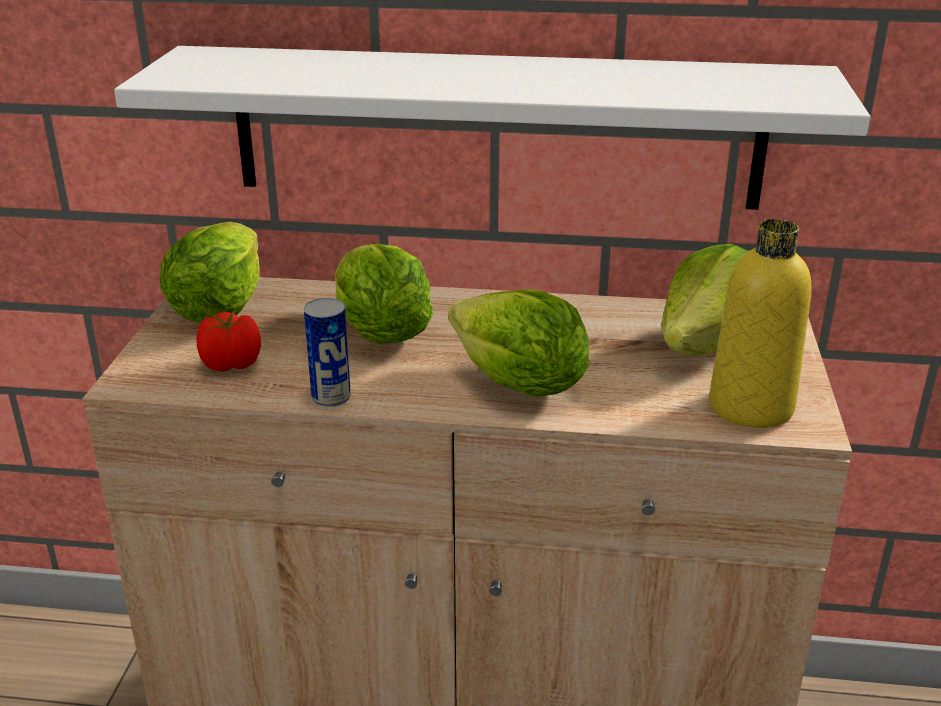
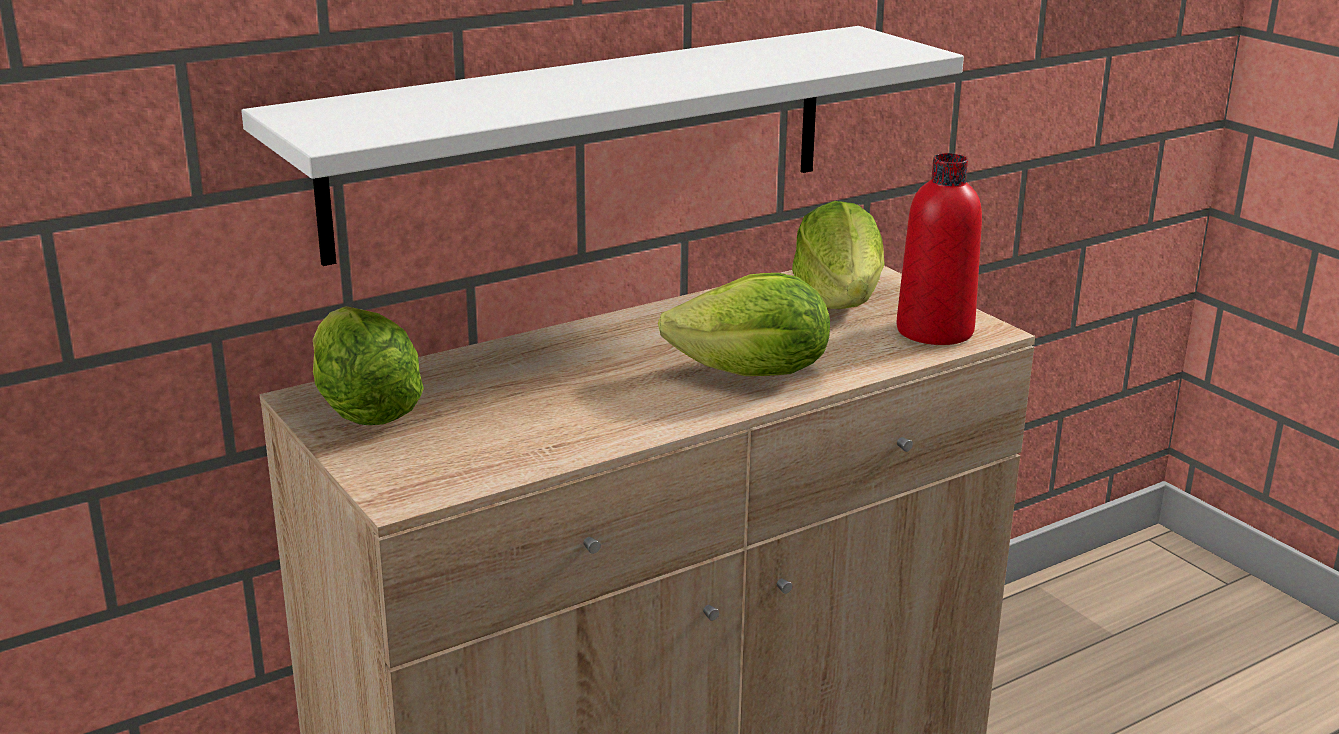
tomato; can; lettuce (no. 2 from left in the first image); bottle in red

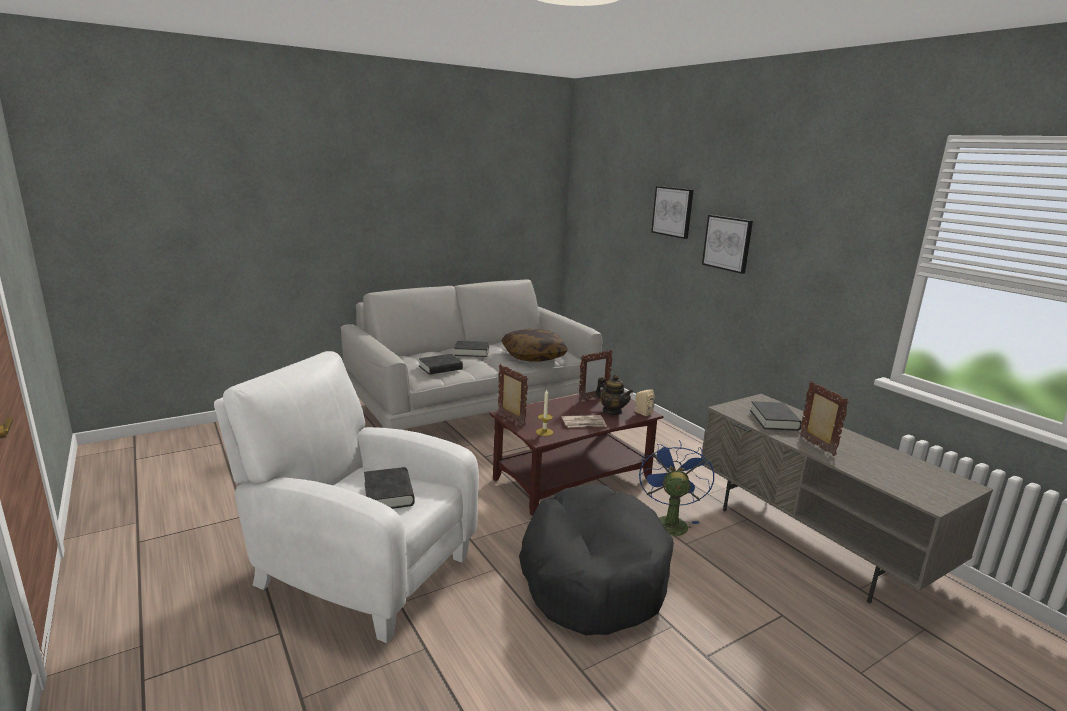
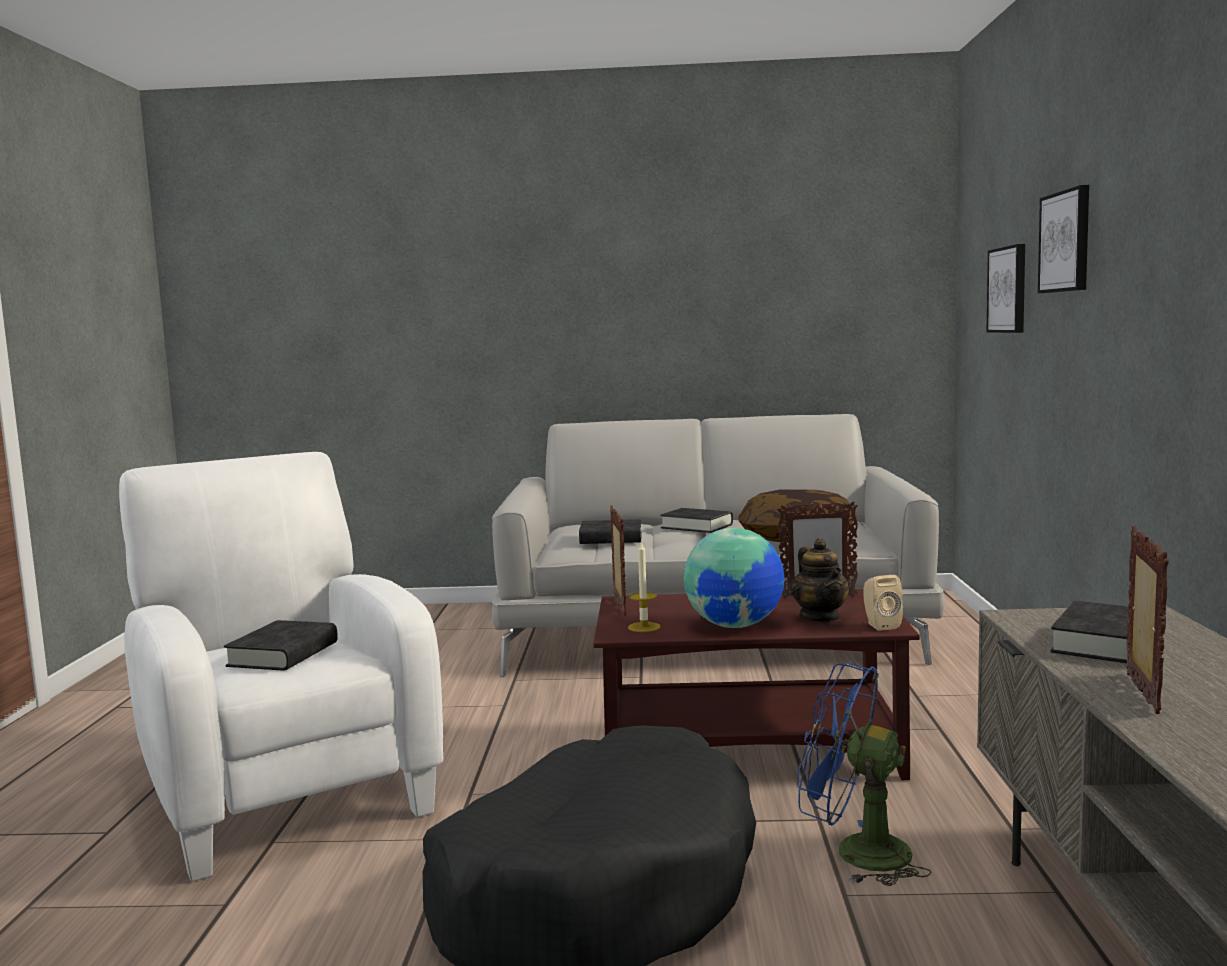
picture (no. 1 from left); globe; fan in blue

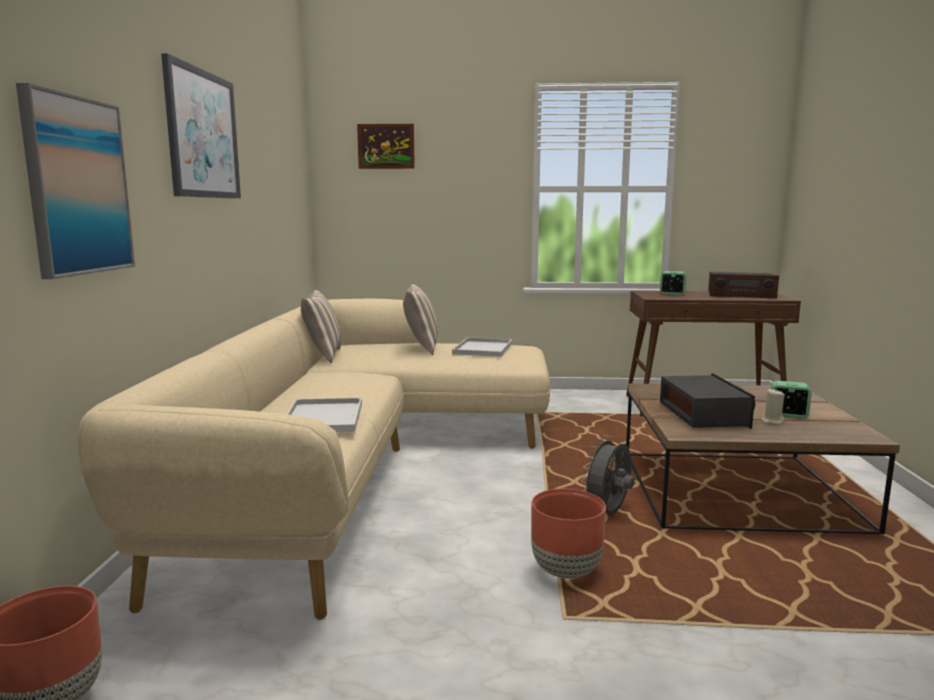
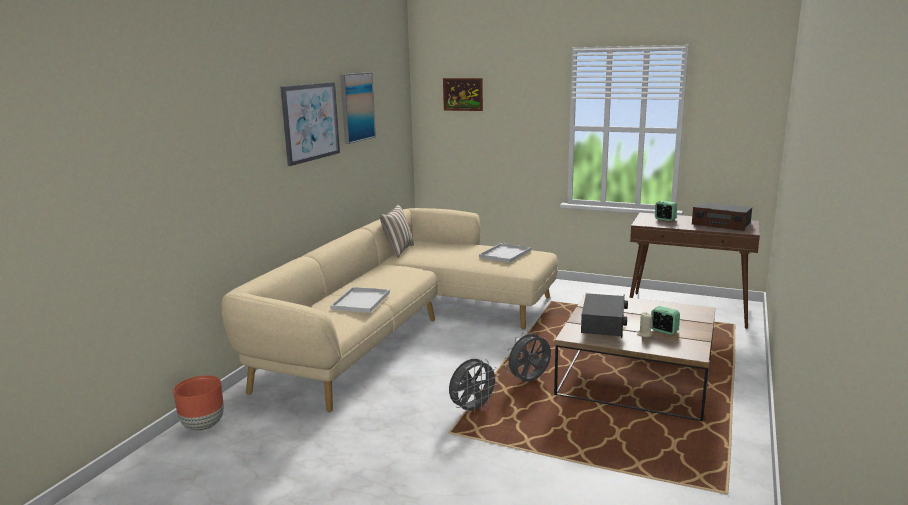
pillow (no. 2 from left in the first image); picture (no. 2 from left); fan in grey (no. 1 from left)

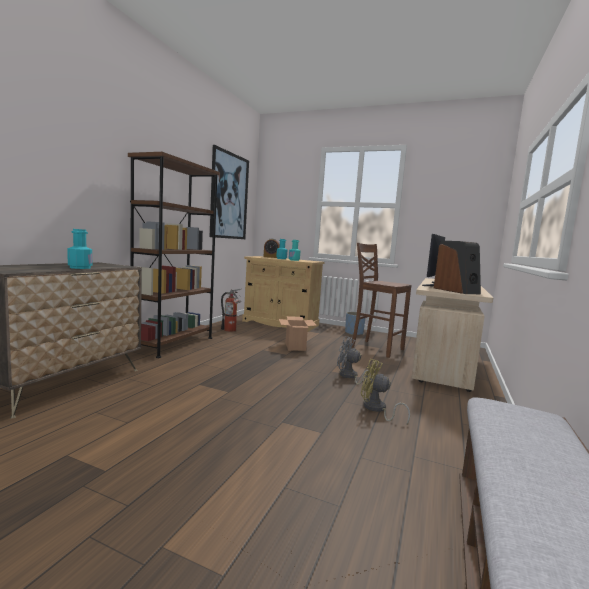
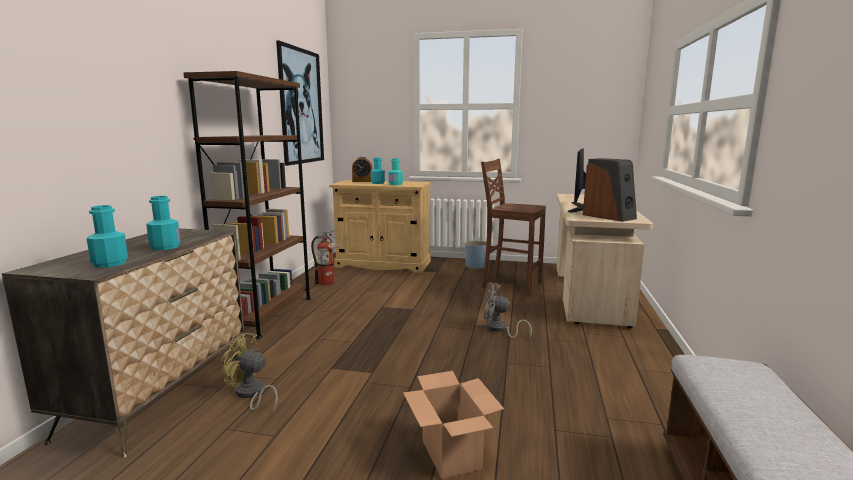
bottle in turquoise (no. 1 from left); cardboard box; fan in yellow

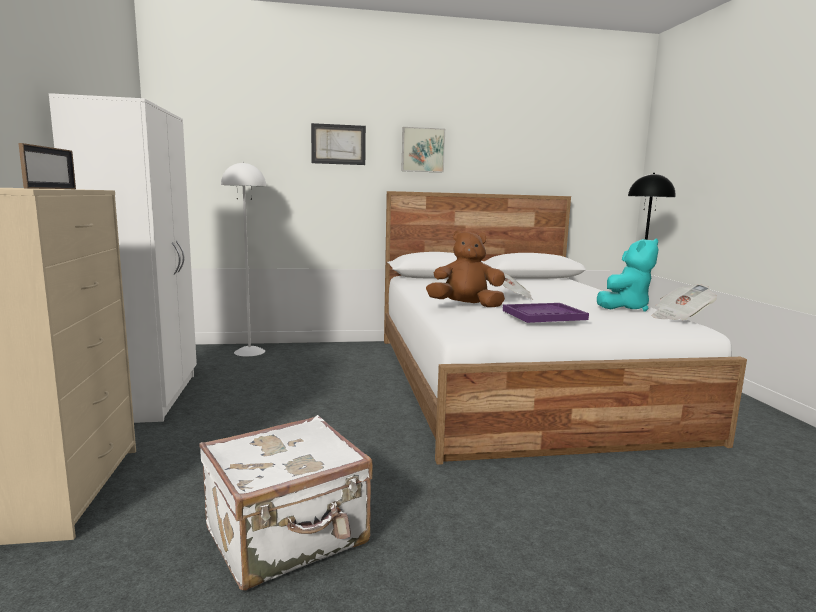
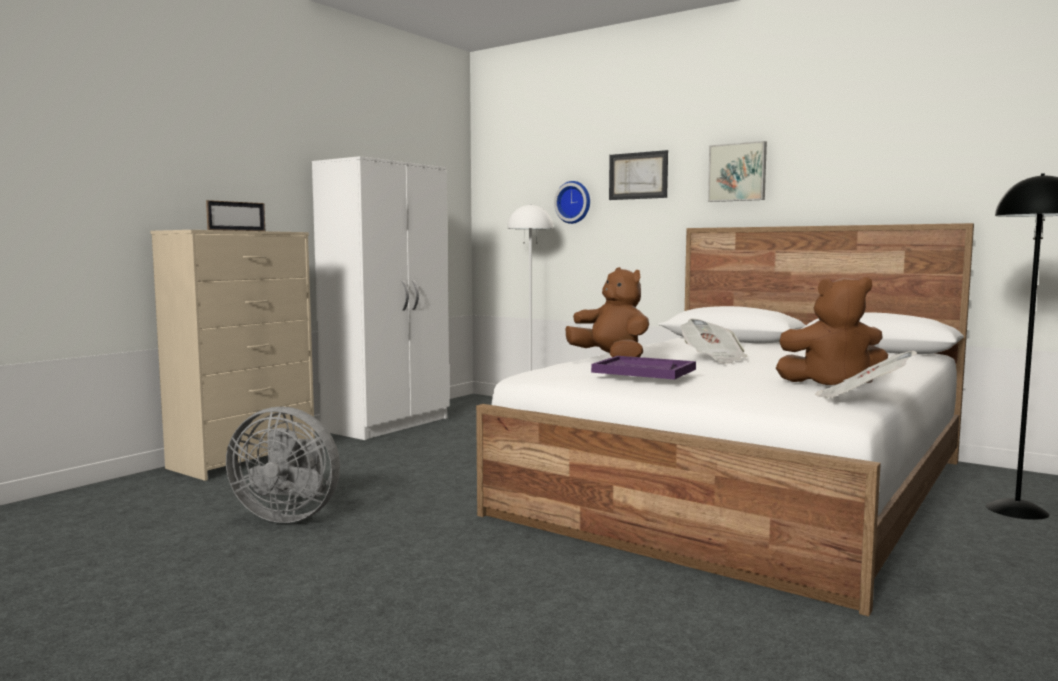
wall clock; fan in grey; plush toy in brown (no. 2 from left)

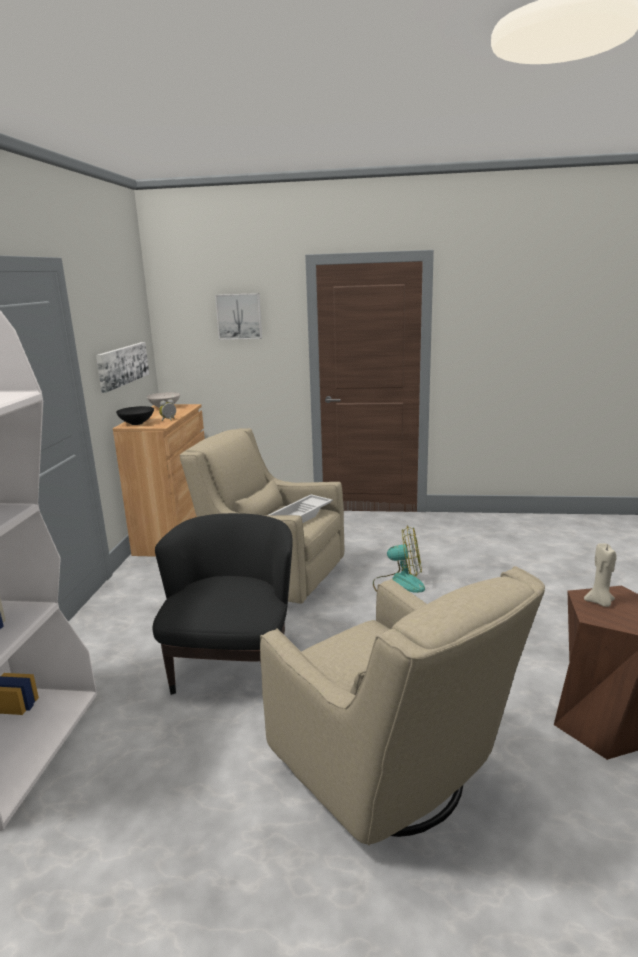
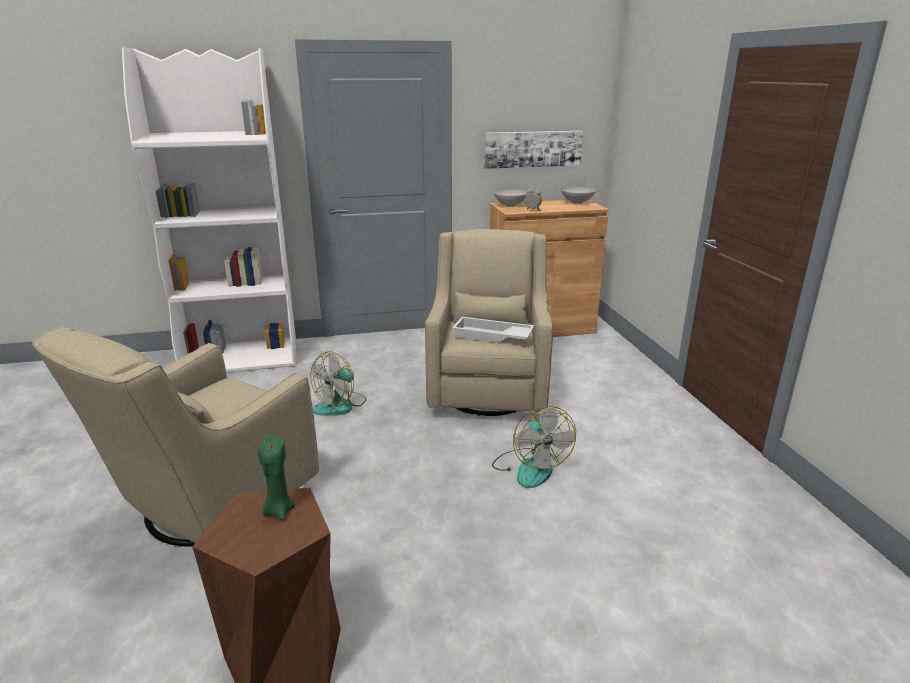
picture (no. 2 from left in the first image); fan (no. 1 from left); bowl in white (no. 1 from left); candle in green

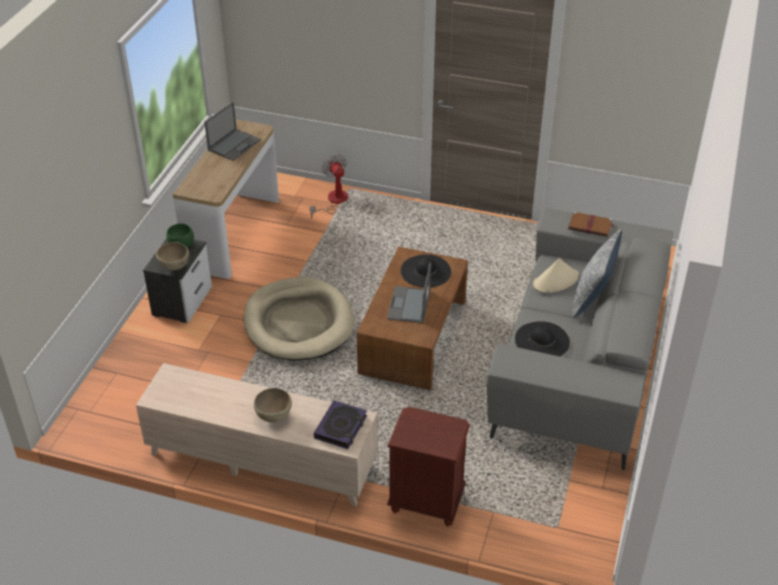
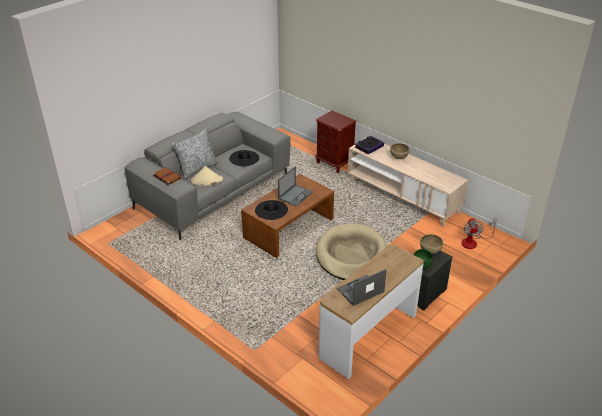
fan

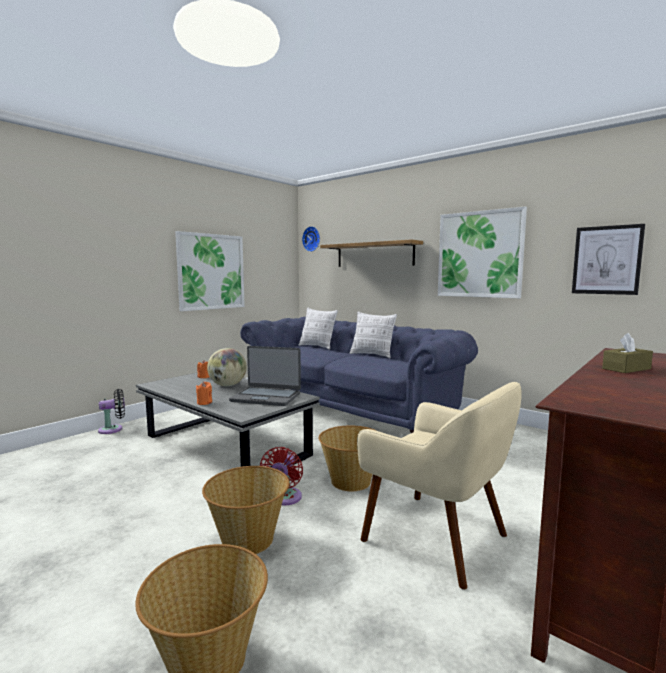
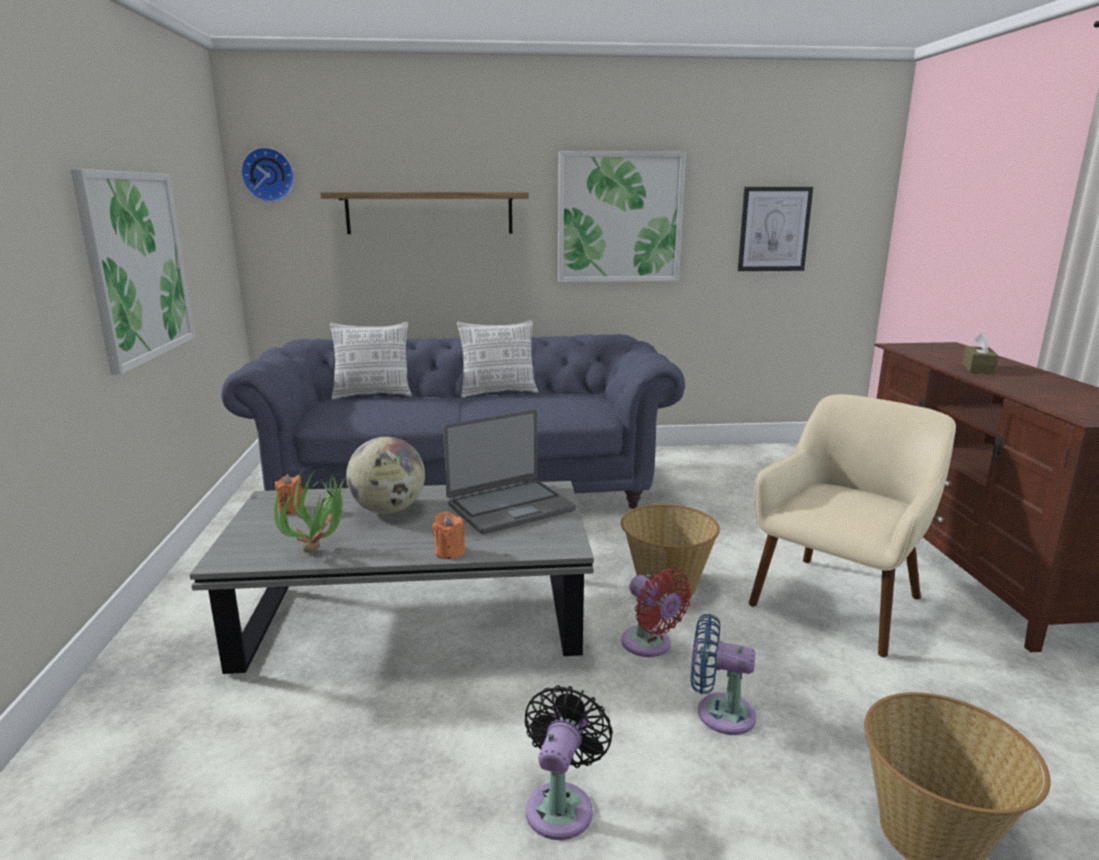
potted plant; fan in black; fan in blue; armchair in beige

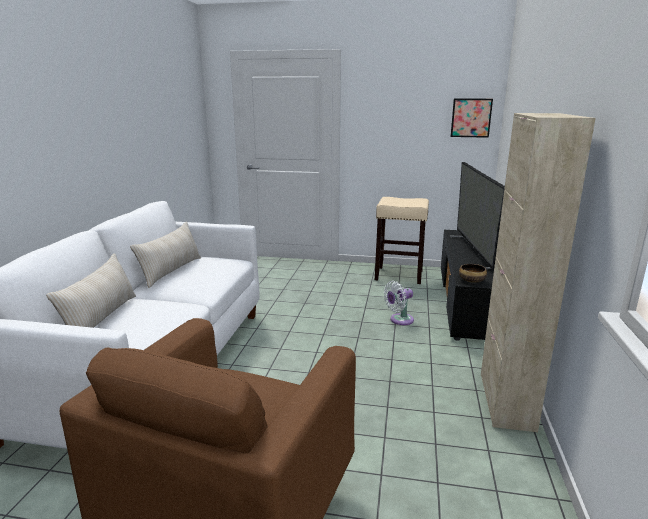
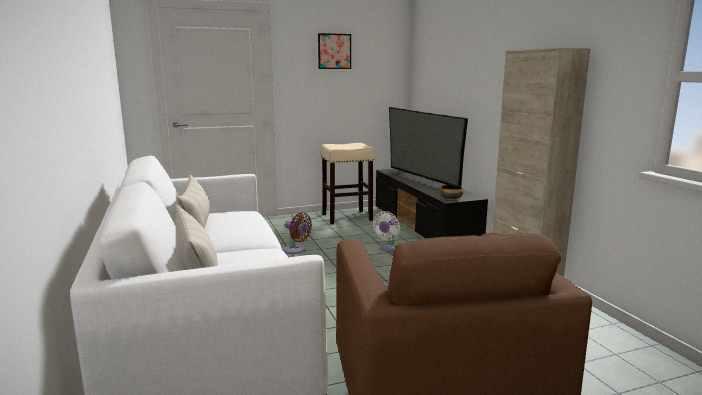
fan in brown; picture

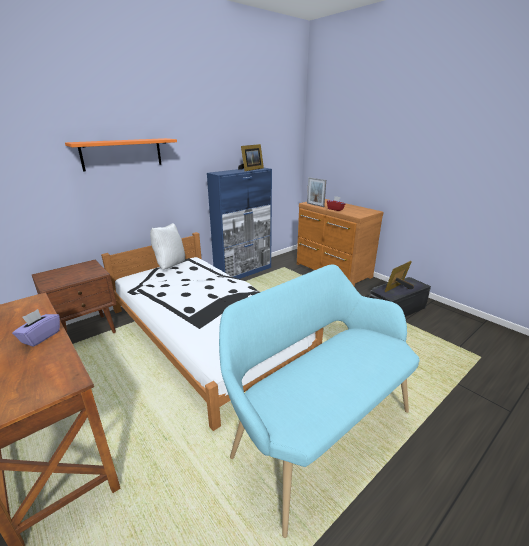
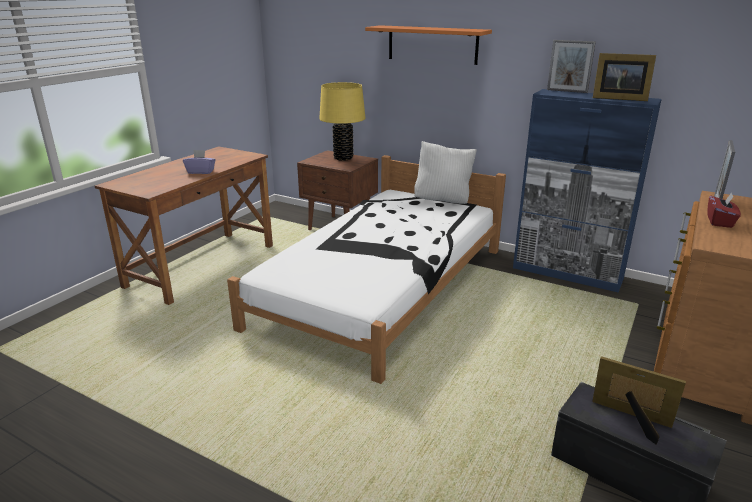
bench in turquoise; table lamp in yellow; picture frame (no. 1 from left)

